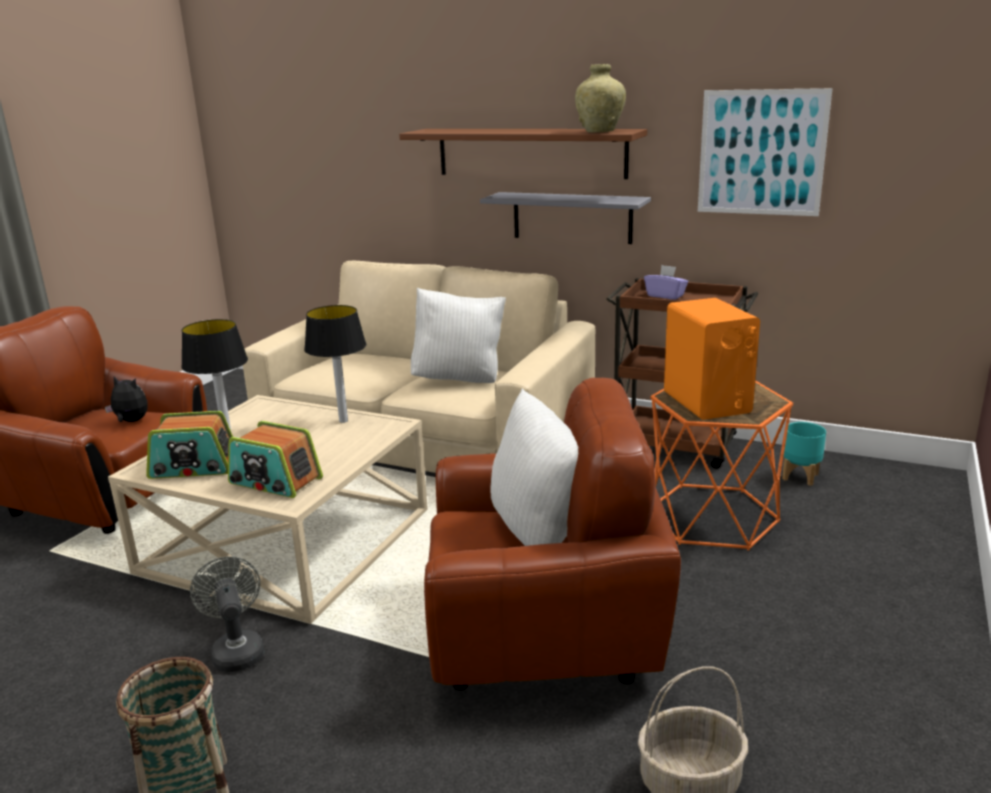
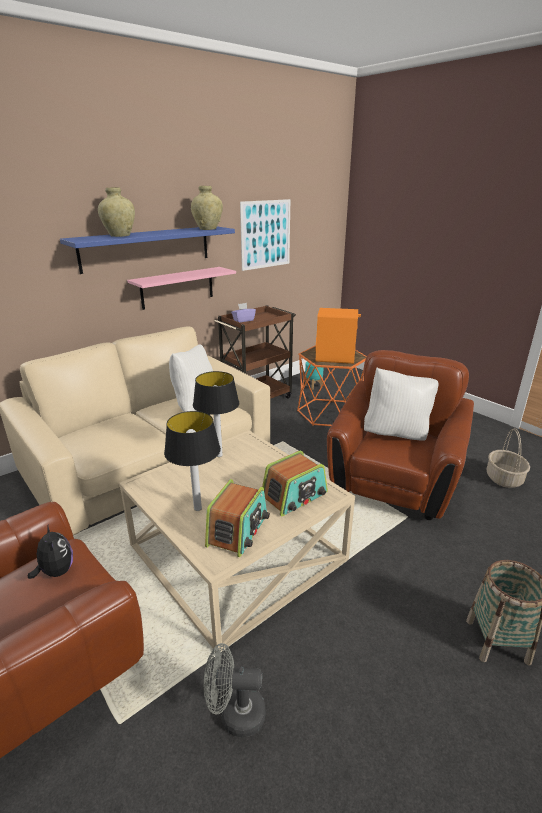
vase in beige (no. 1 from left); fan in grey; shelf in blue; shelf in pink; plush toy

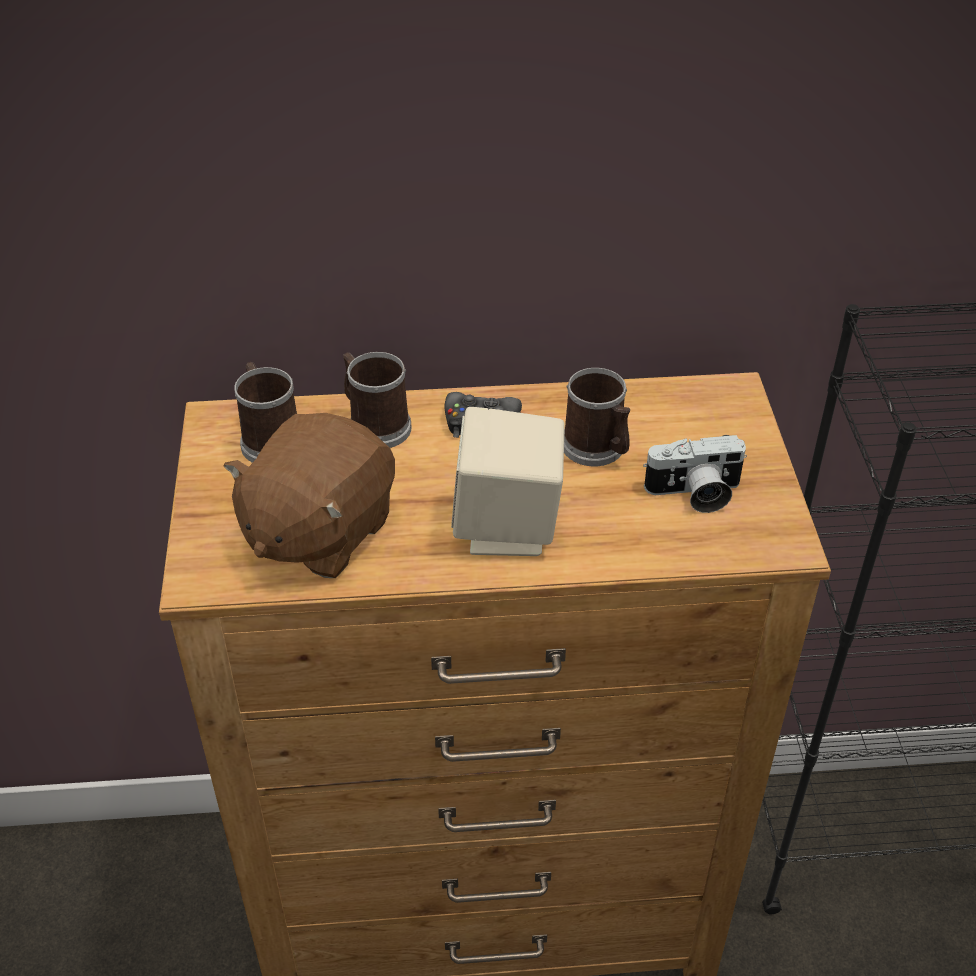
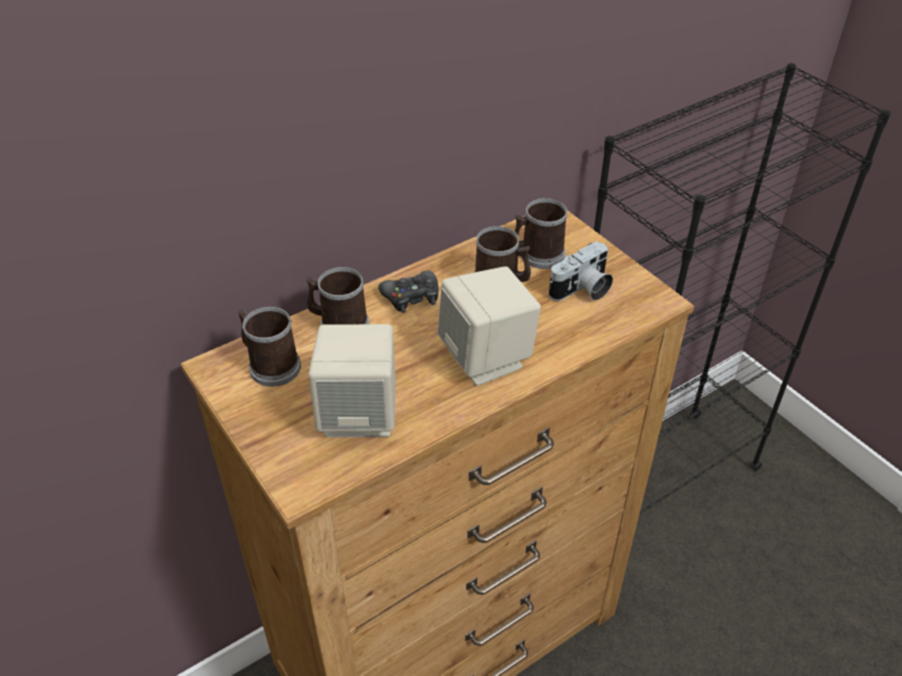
mug (no. 4 from left); speaker in beige (no. 1 from left)

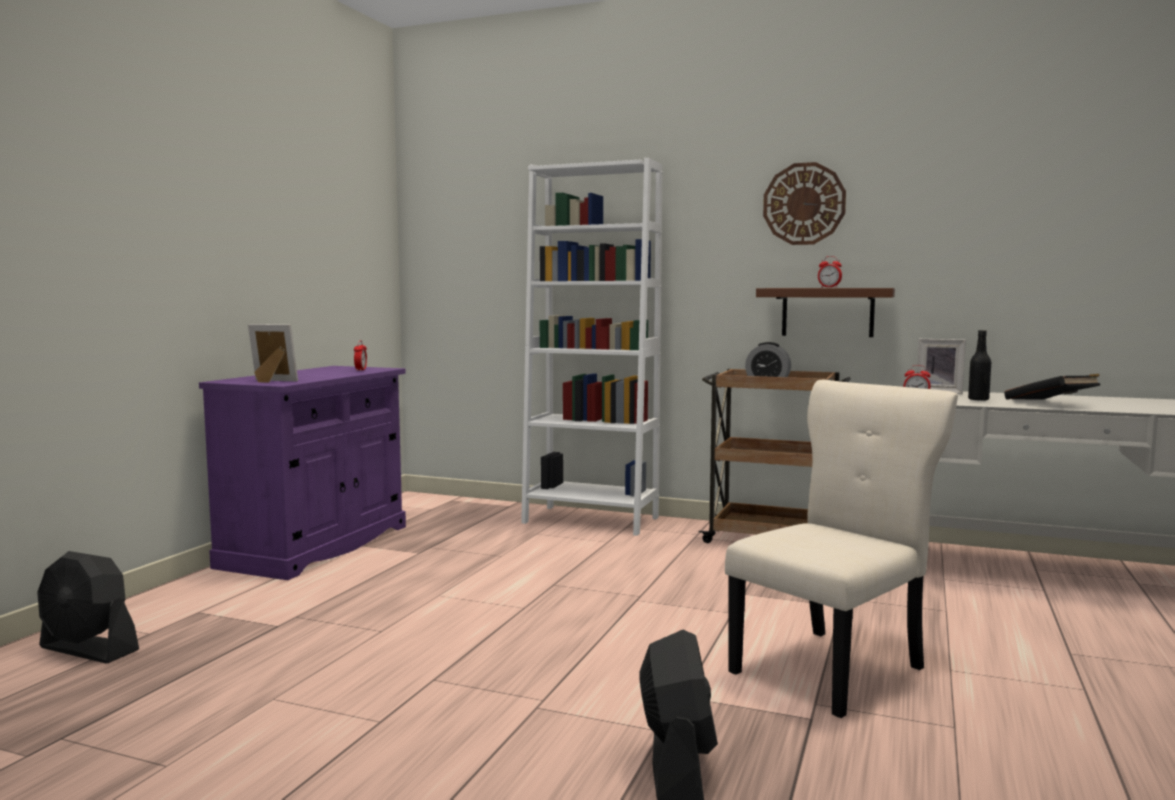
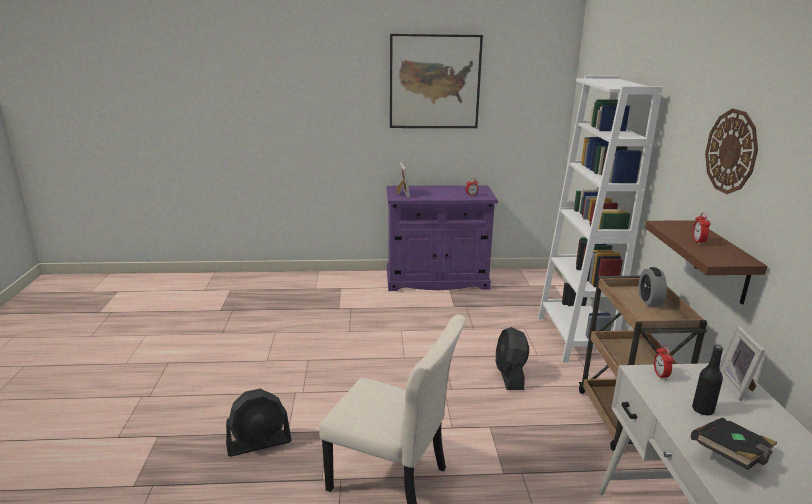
picture; fan in black (no. 2 from left)

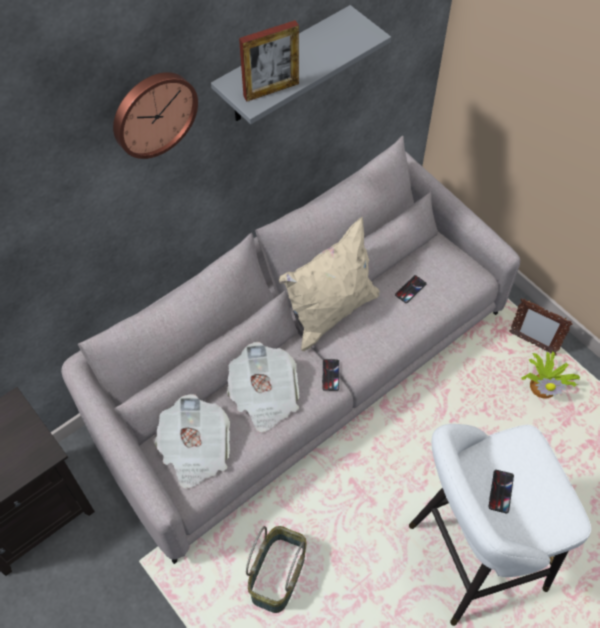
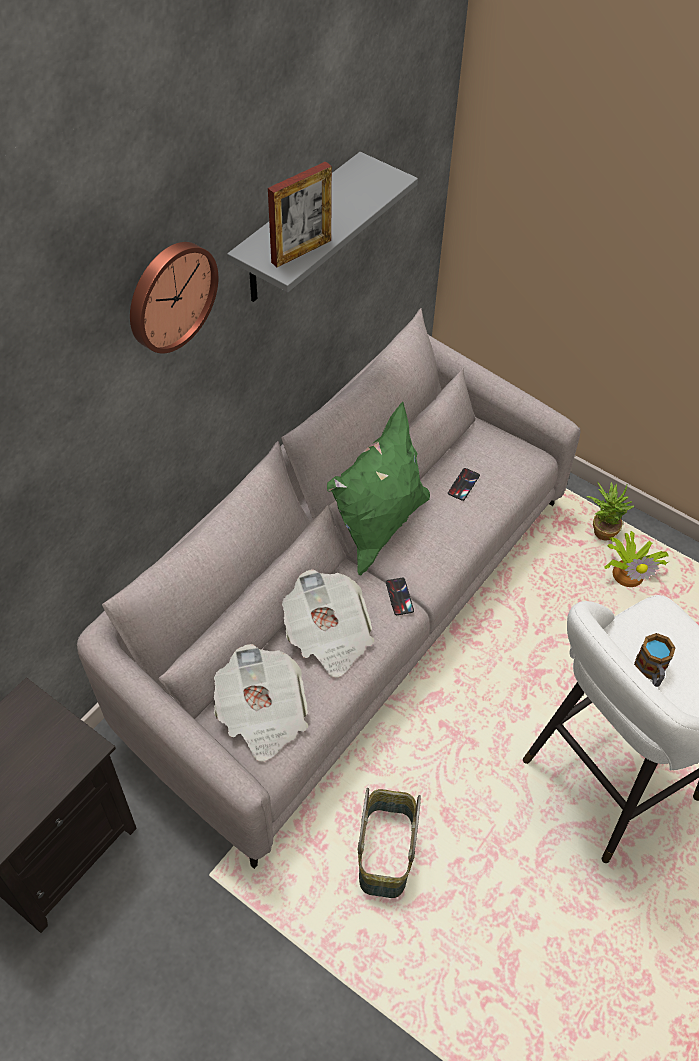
mug; potted plant (no. 1 from left); pillow in green

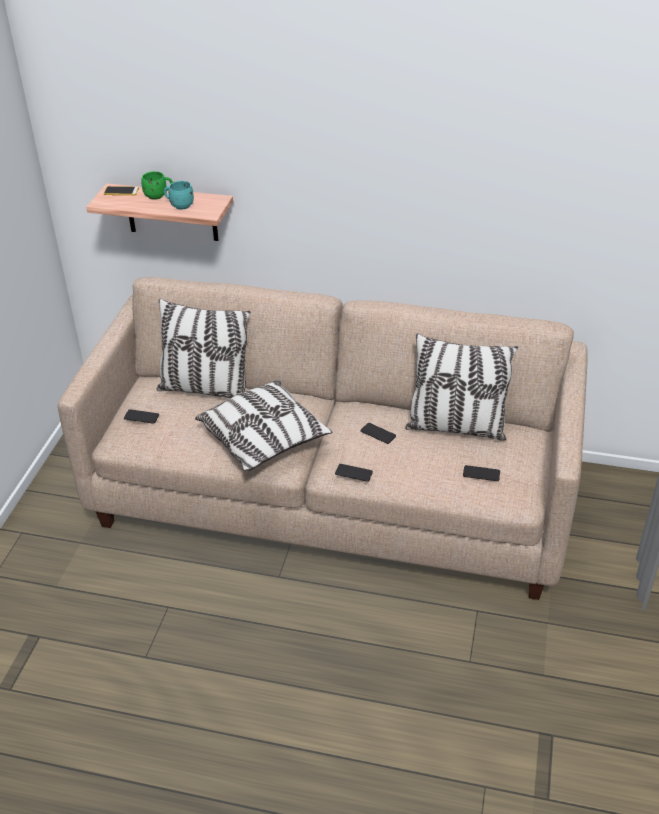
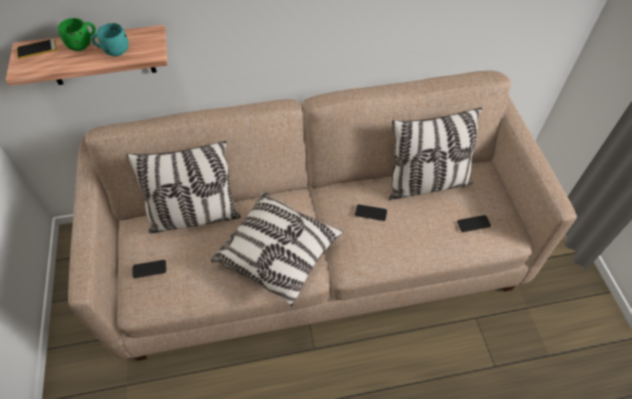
phone (no. 3 from left in the first image)

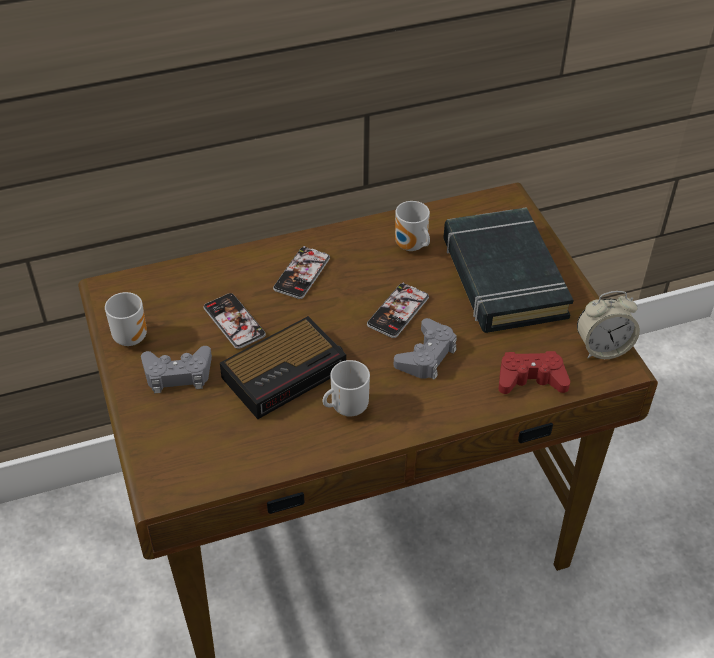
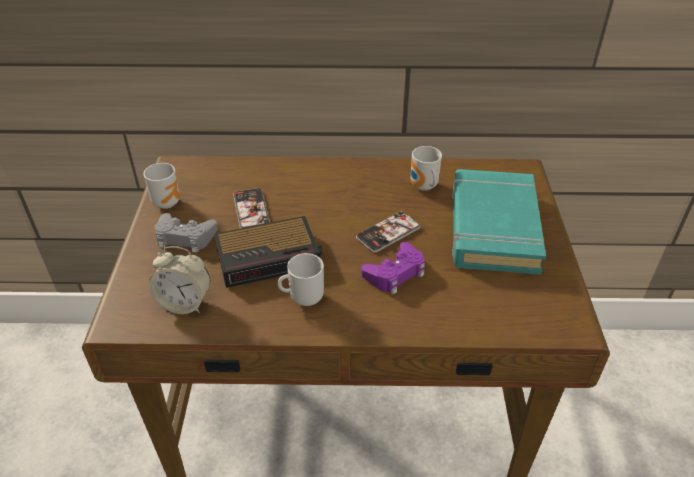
phone (no. 2 from left in the first image); game controller in red; alarm clock (no. 1 from left); game controller in purple; book in turquoise

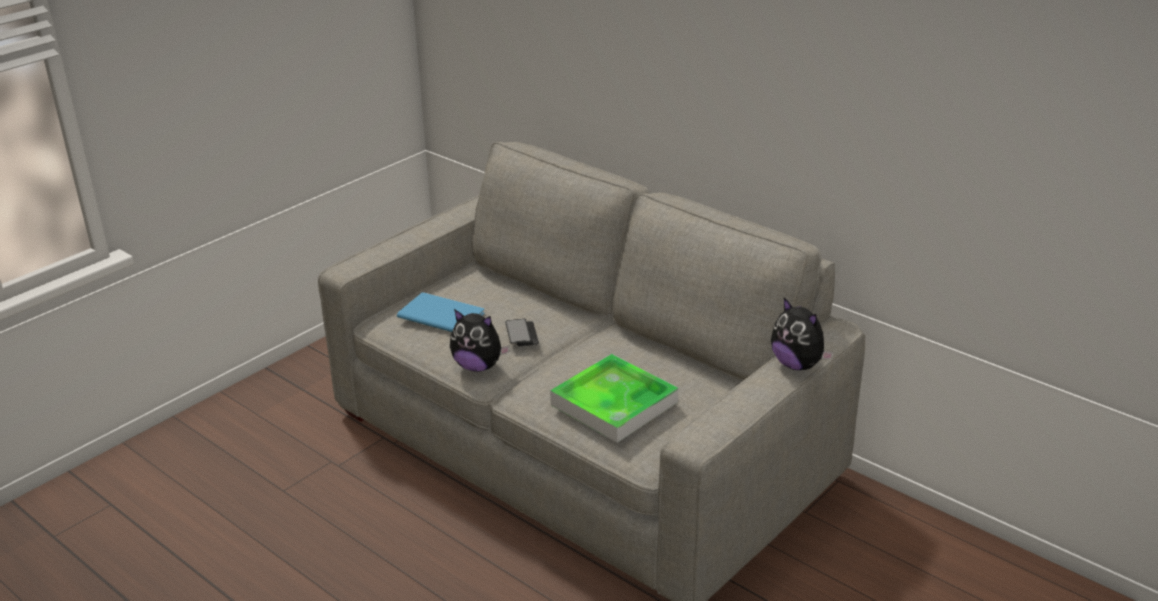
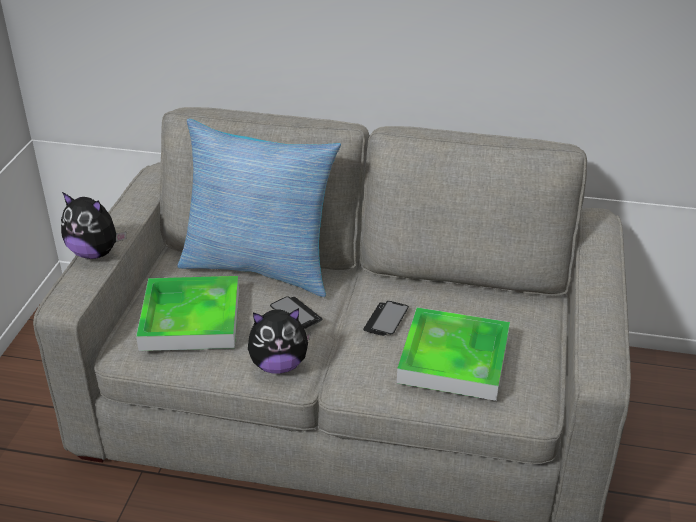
pillow; phone (no. 2 from left); plush toy (no. 1 from left); tray (no. 1 from left)

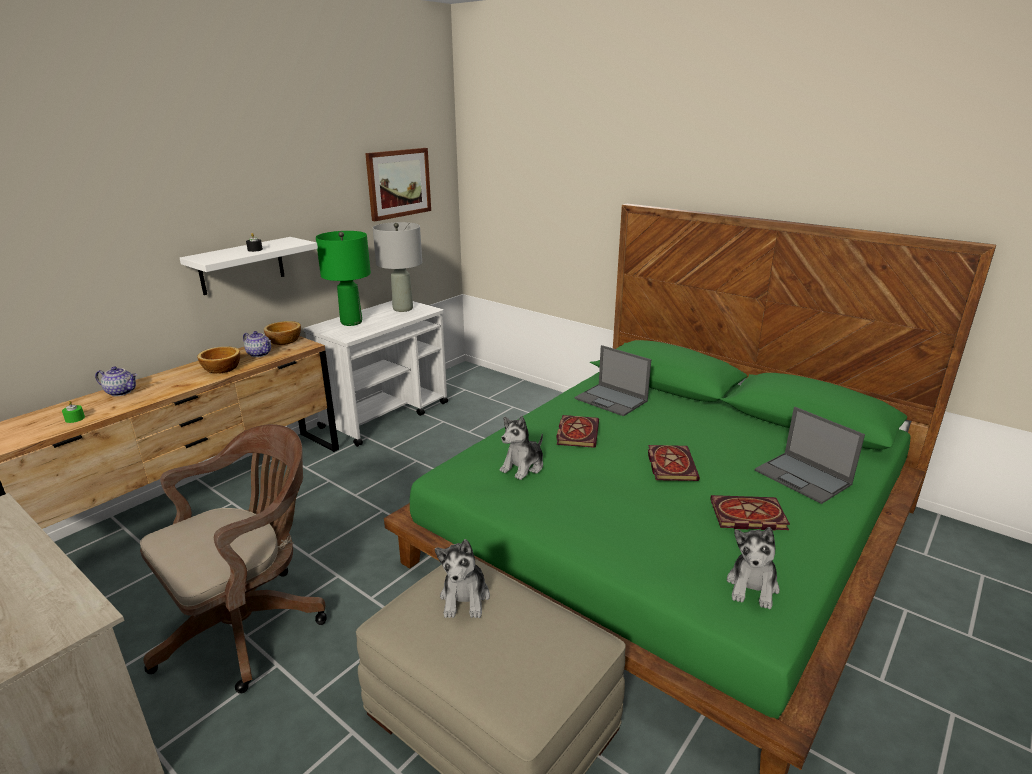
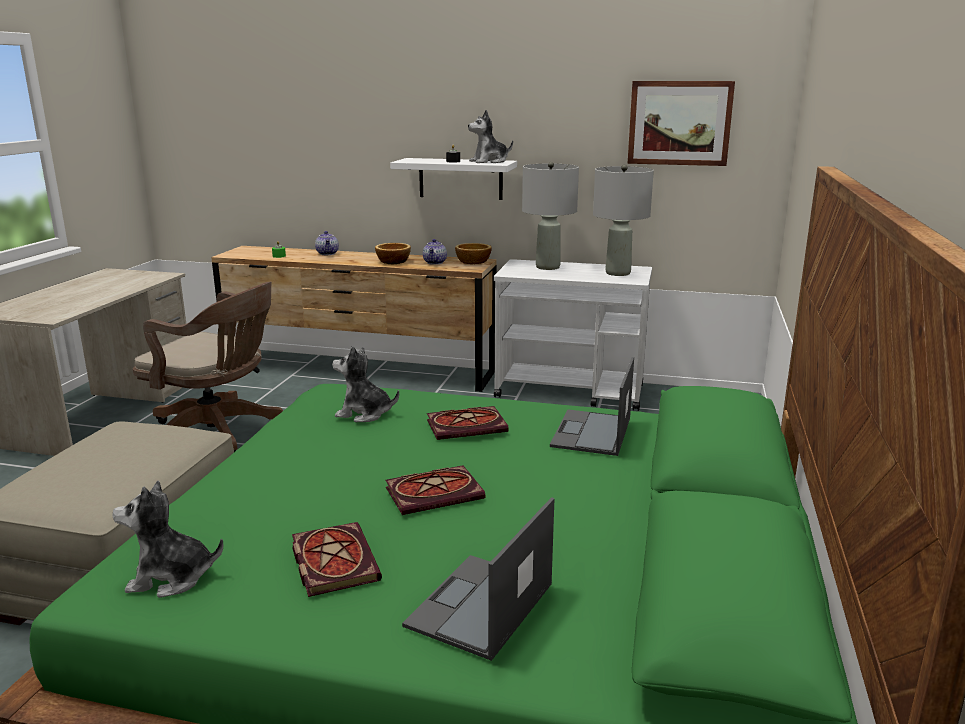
plush toy (no. 3 from left); table lamp in grey (no. 1 from left)

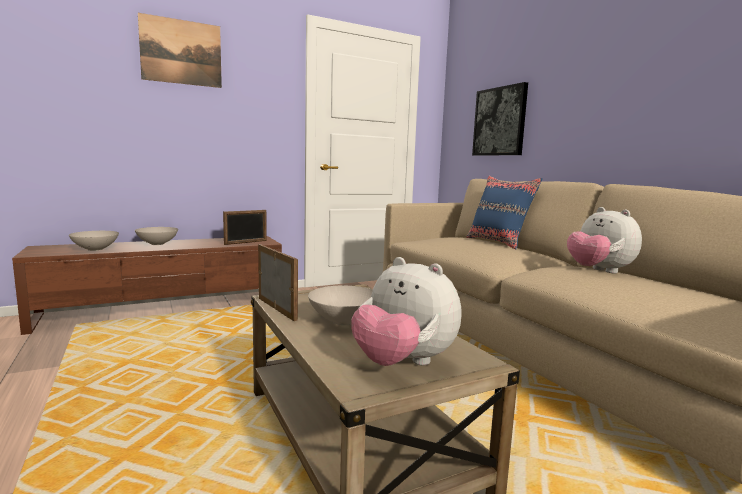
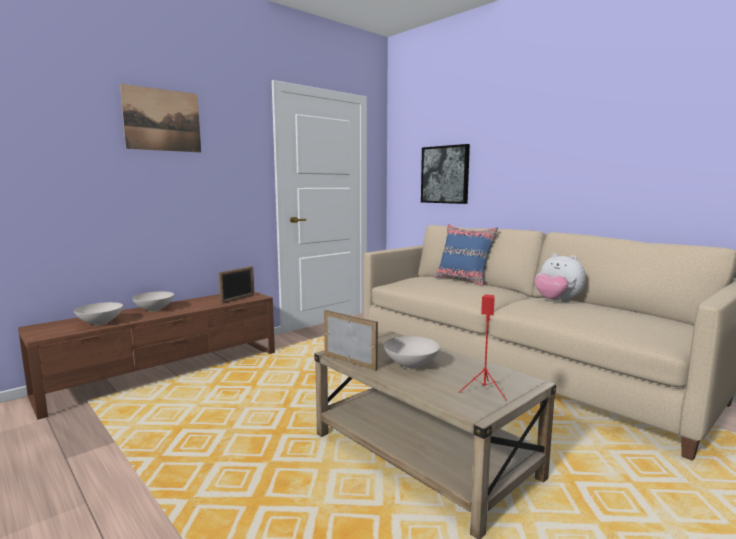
speaker in red

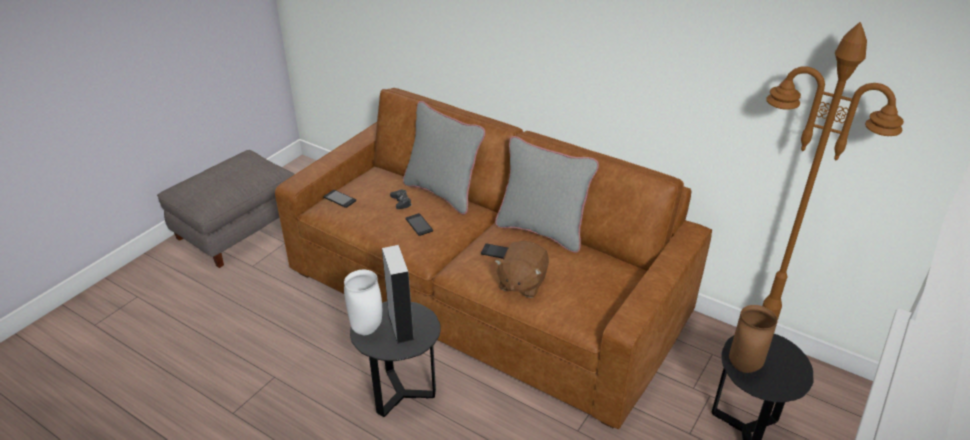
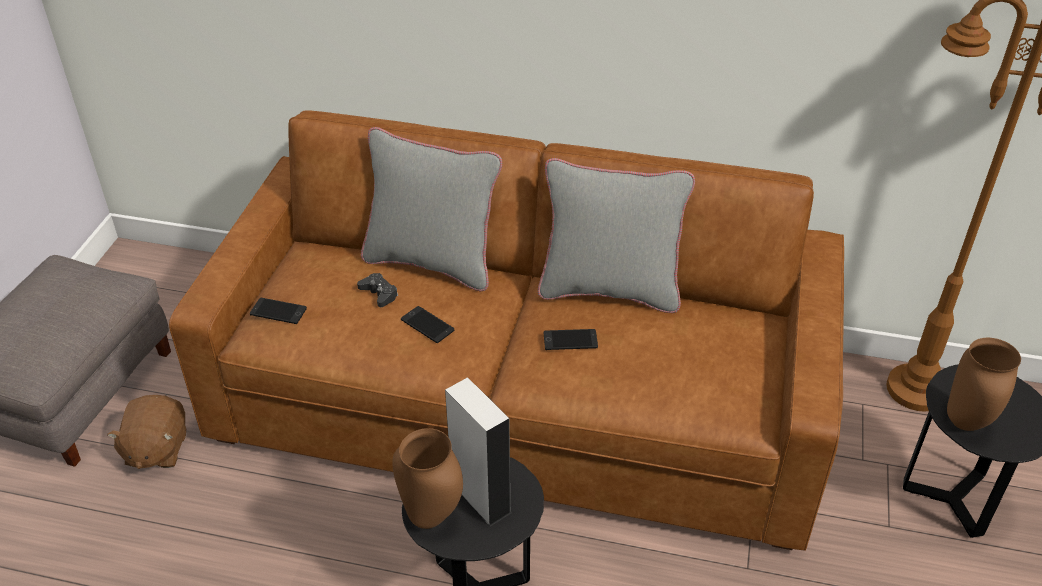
plush toy in brown; vase in brown (no. 1 from left)

